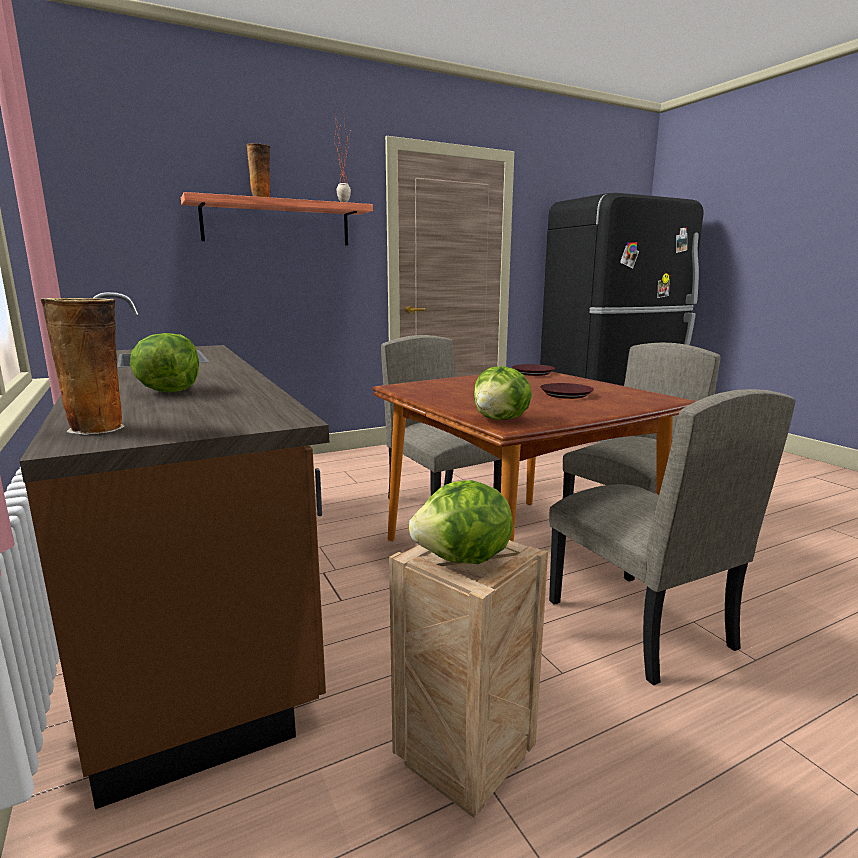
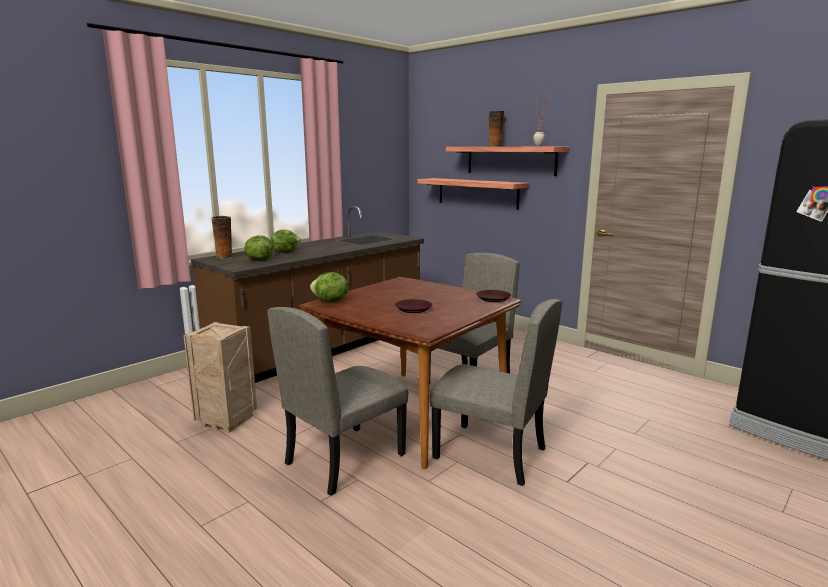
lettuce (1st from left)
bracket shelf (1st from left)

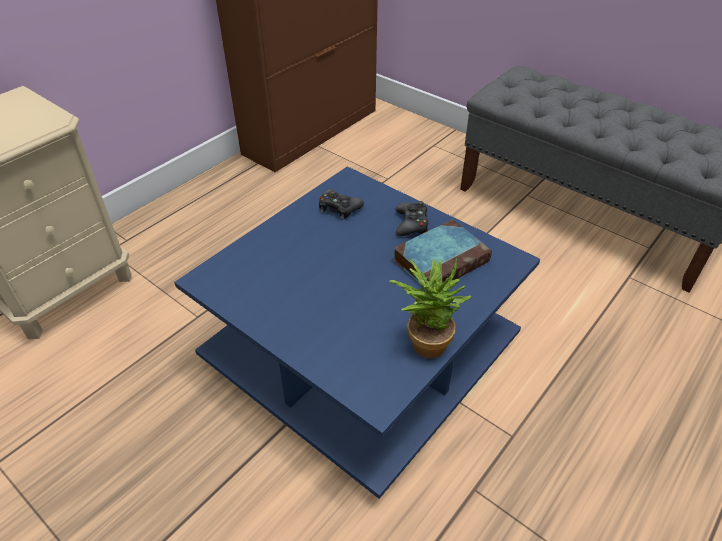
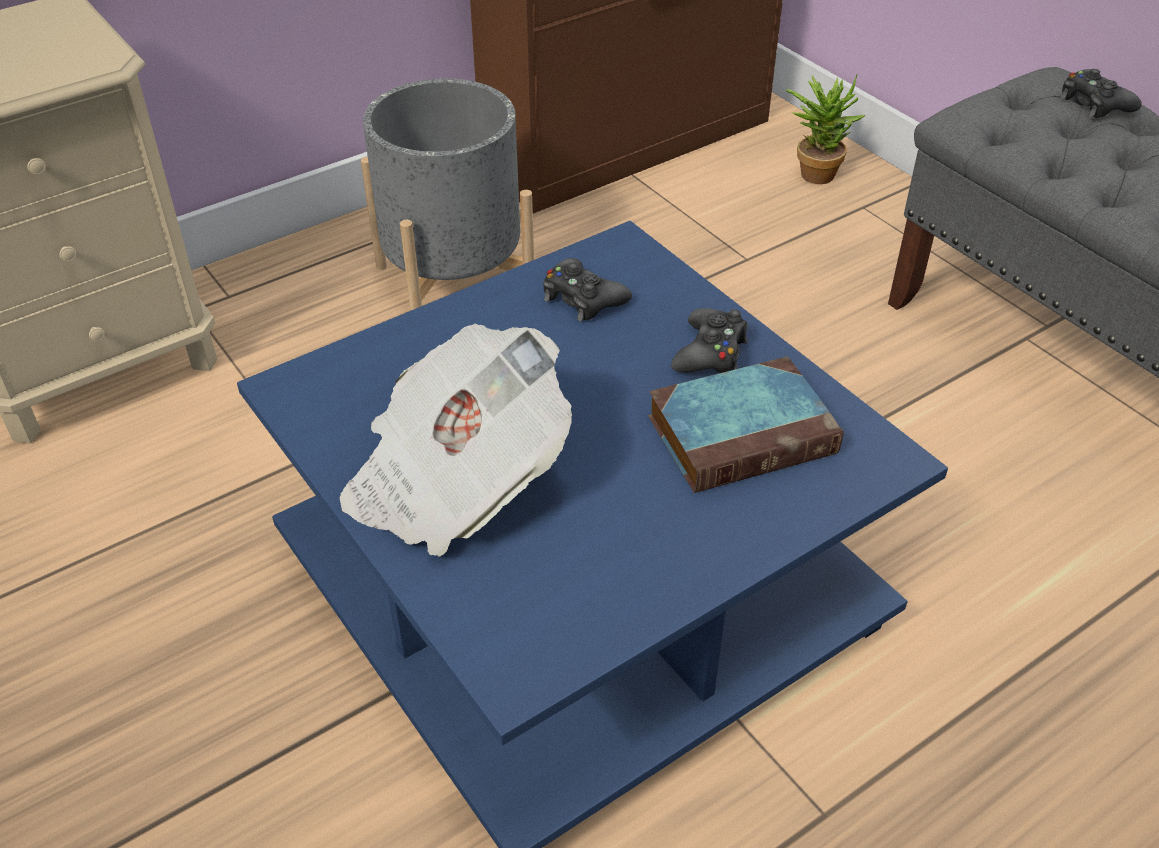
plant in a pot
newspaper
greyish planter
black gamepad (3rd from left)

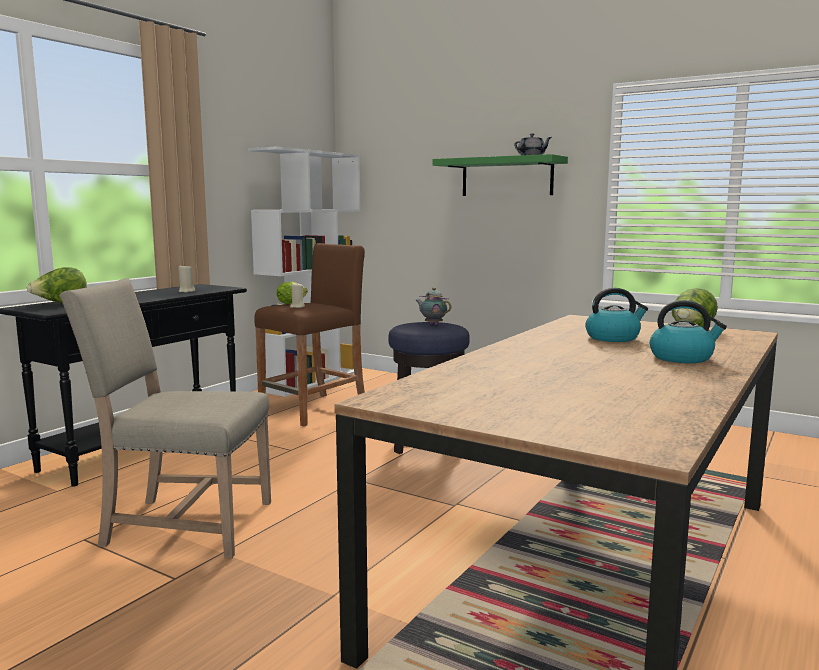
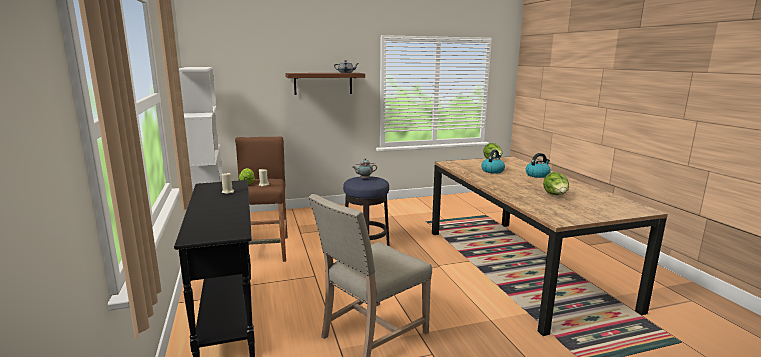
lettuce (3rd from left)
brownish bracket shelf

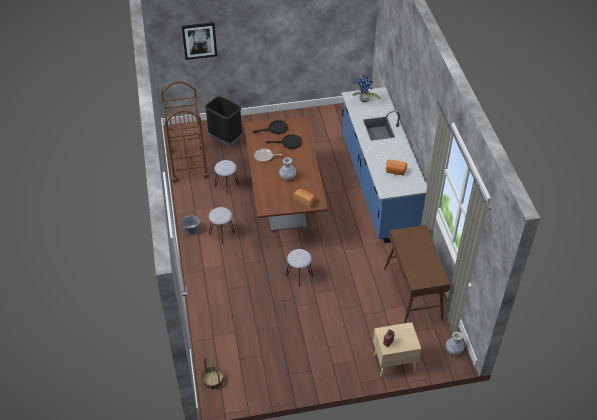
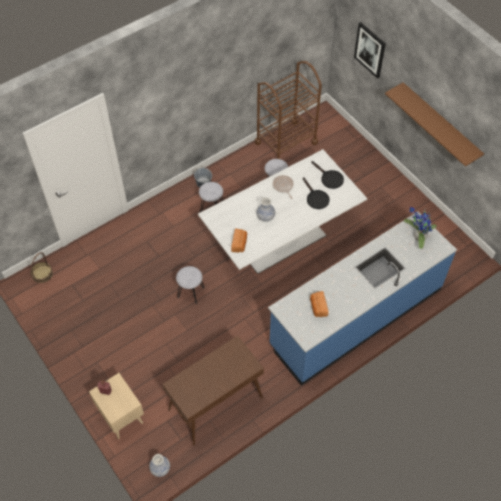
black waste bin
white-coloured kitchen table
brownish bracket shelf

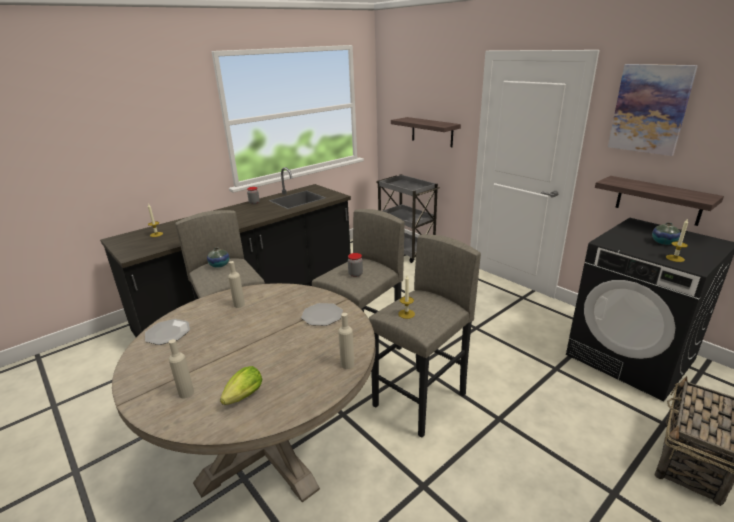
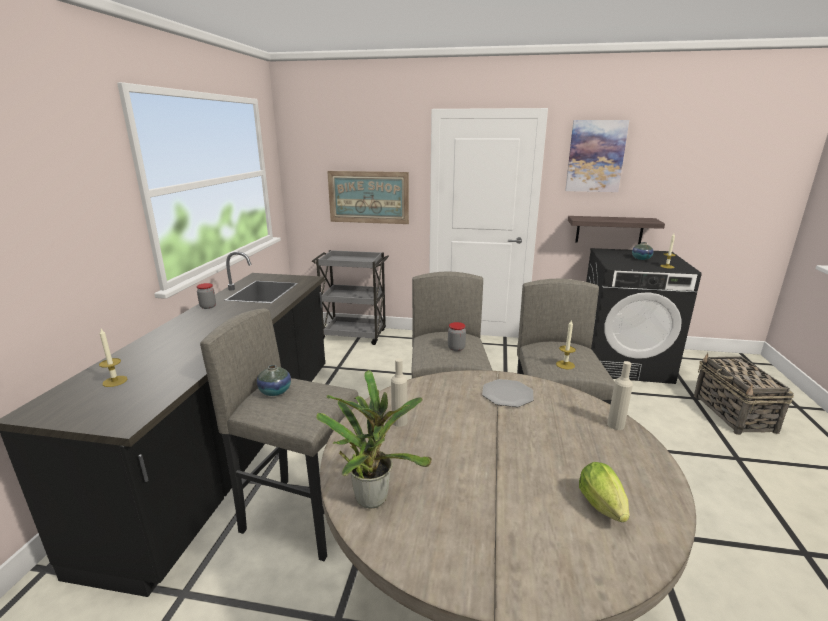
plant in a pot
beige bottle (1st from left in the first image)
picture (1st from left)

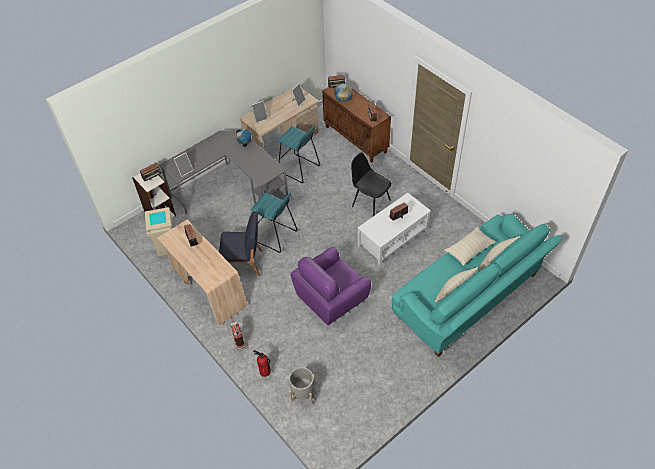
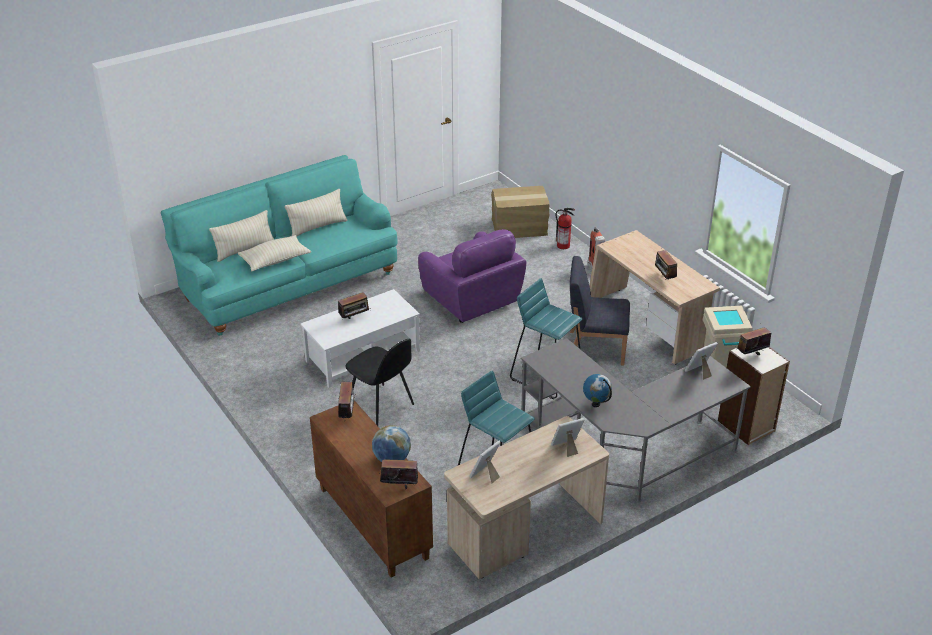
carton
purple easy chair

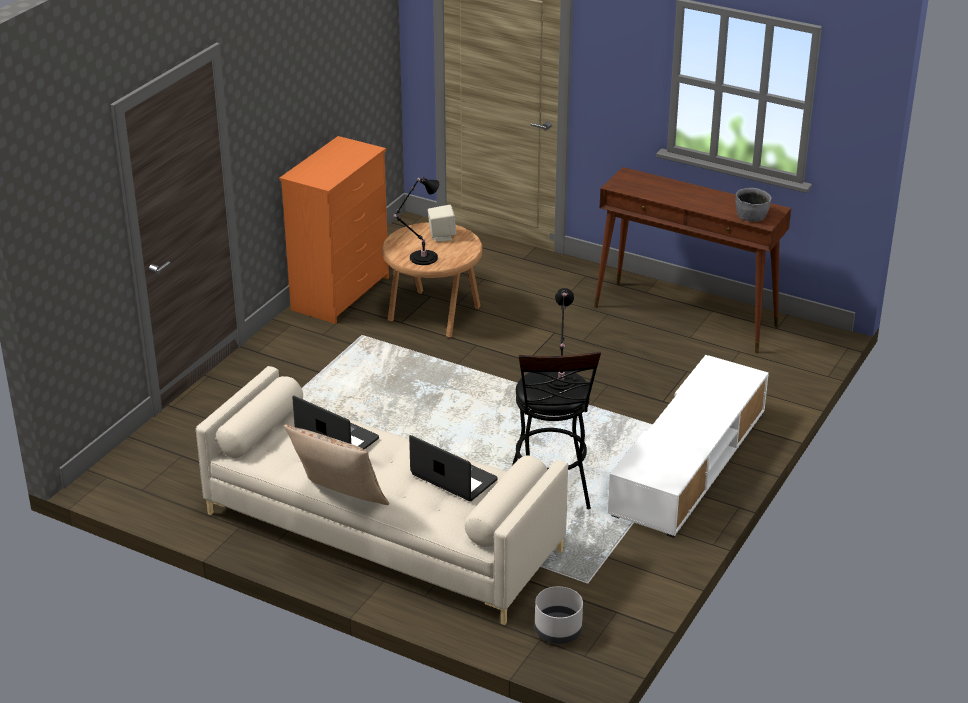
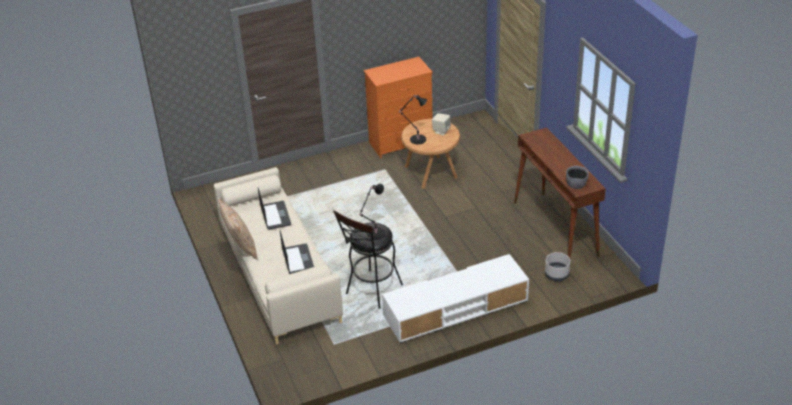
greyish planter

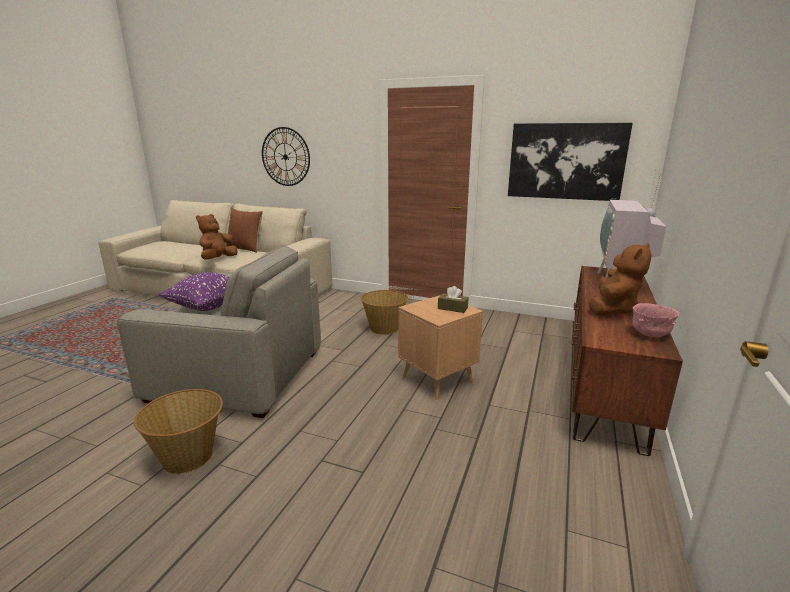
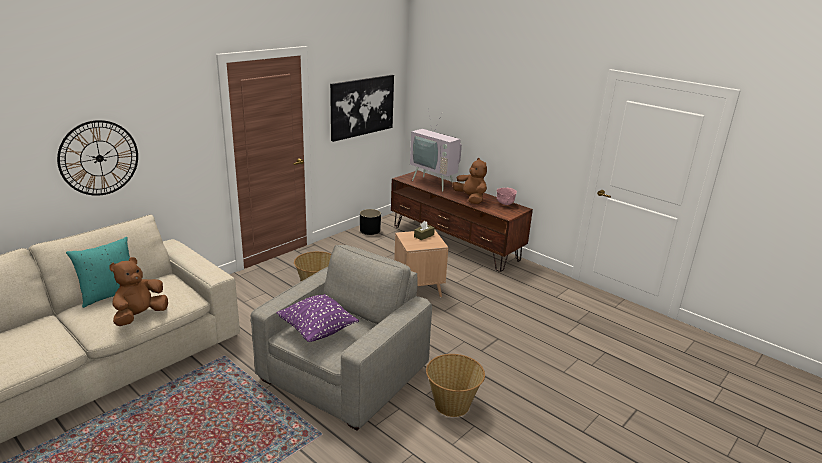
brownish plush toy (1st from left)
turquoise-coloured pillow
black planter

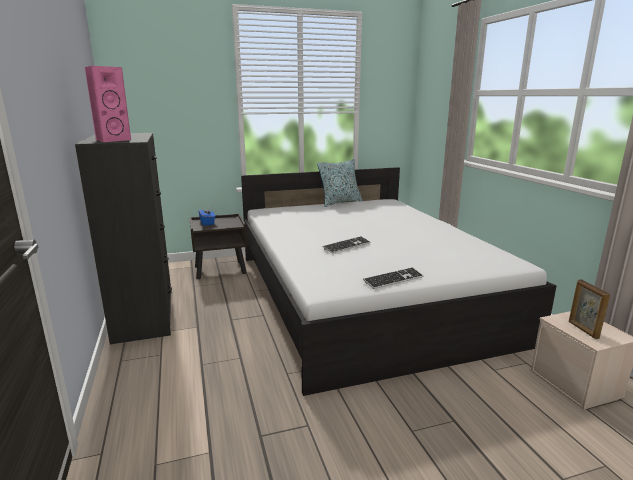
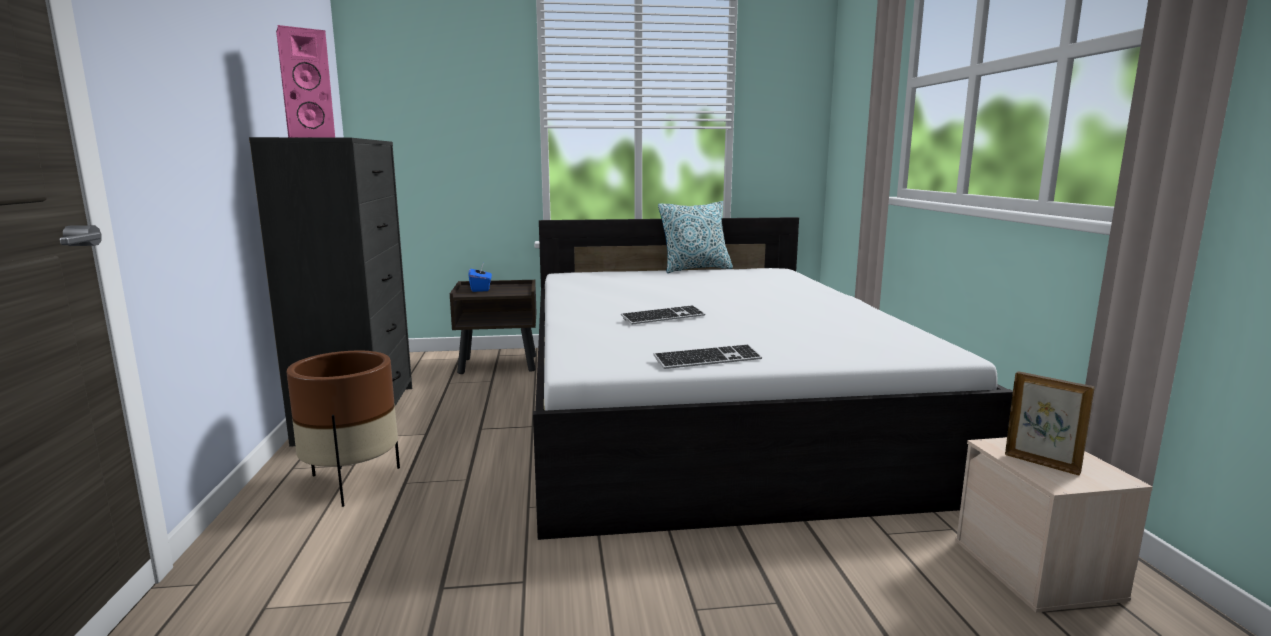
standing frame
brownish planter

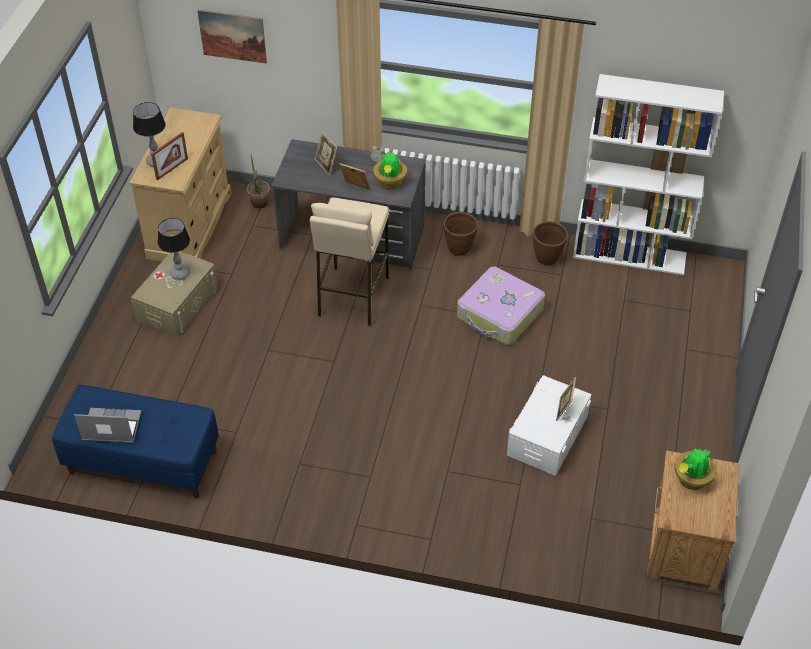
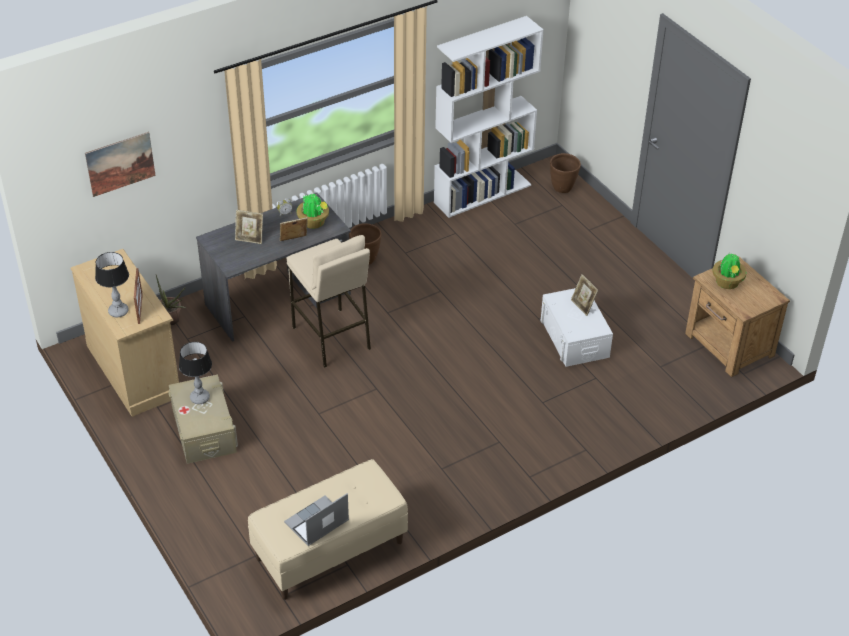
beige indoor bench
suitcase
brownish planter (2nd from left)

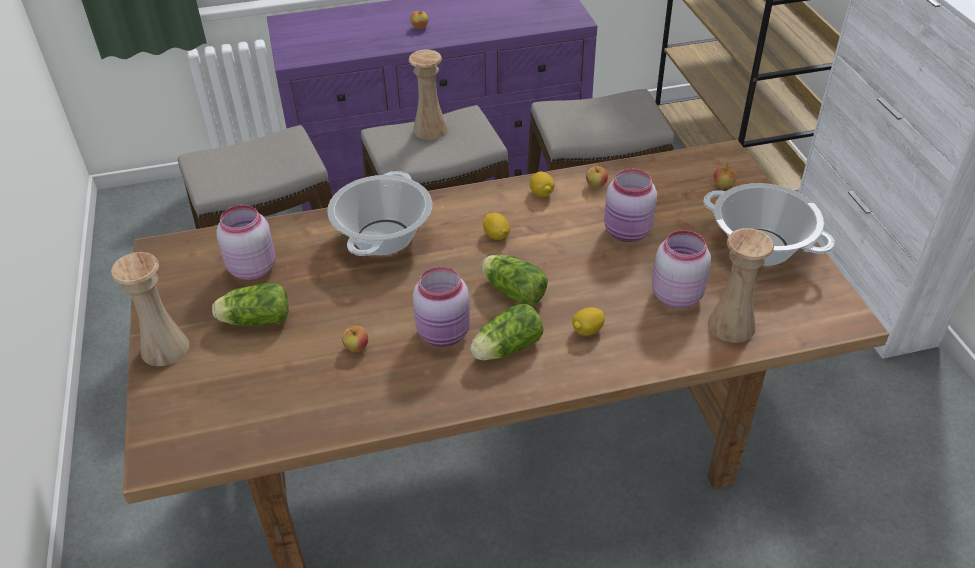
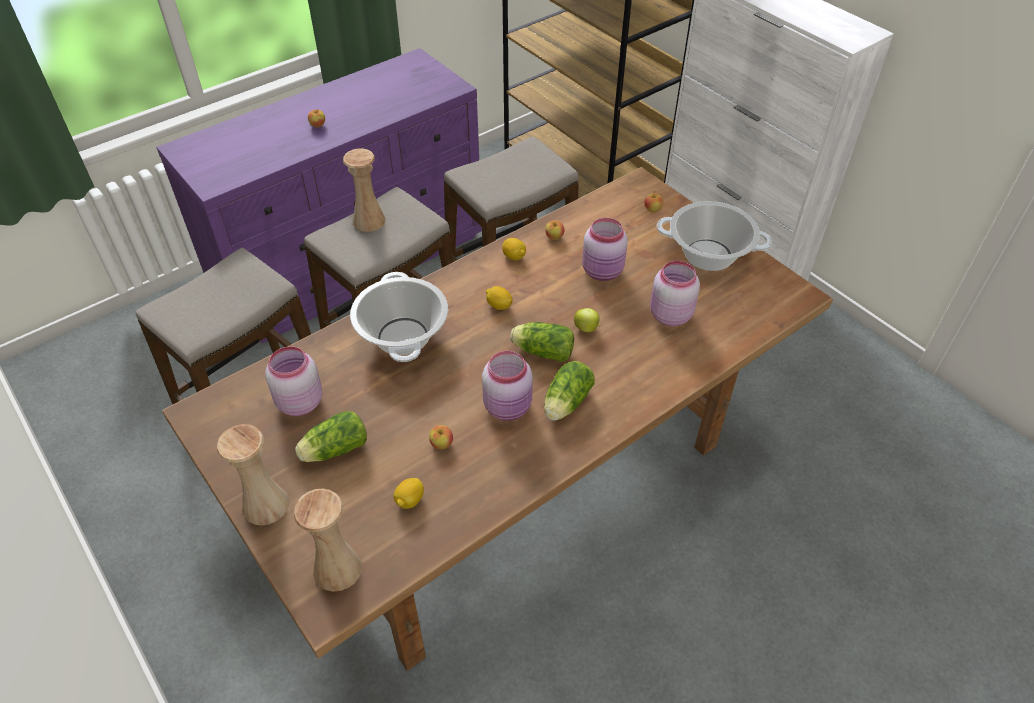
whole lemon (1st from left)
beige decorative vase (2nd from left)
whole apple (4th from left)

